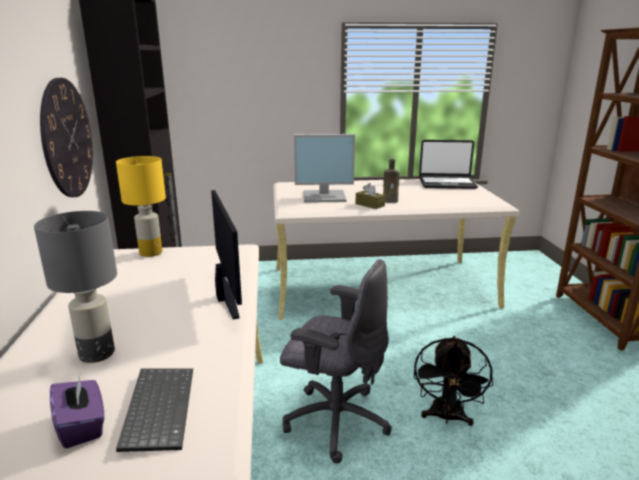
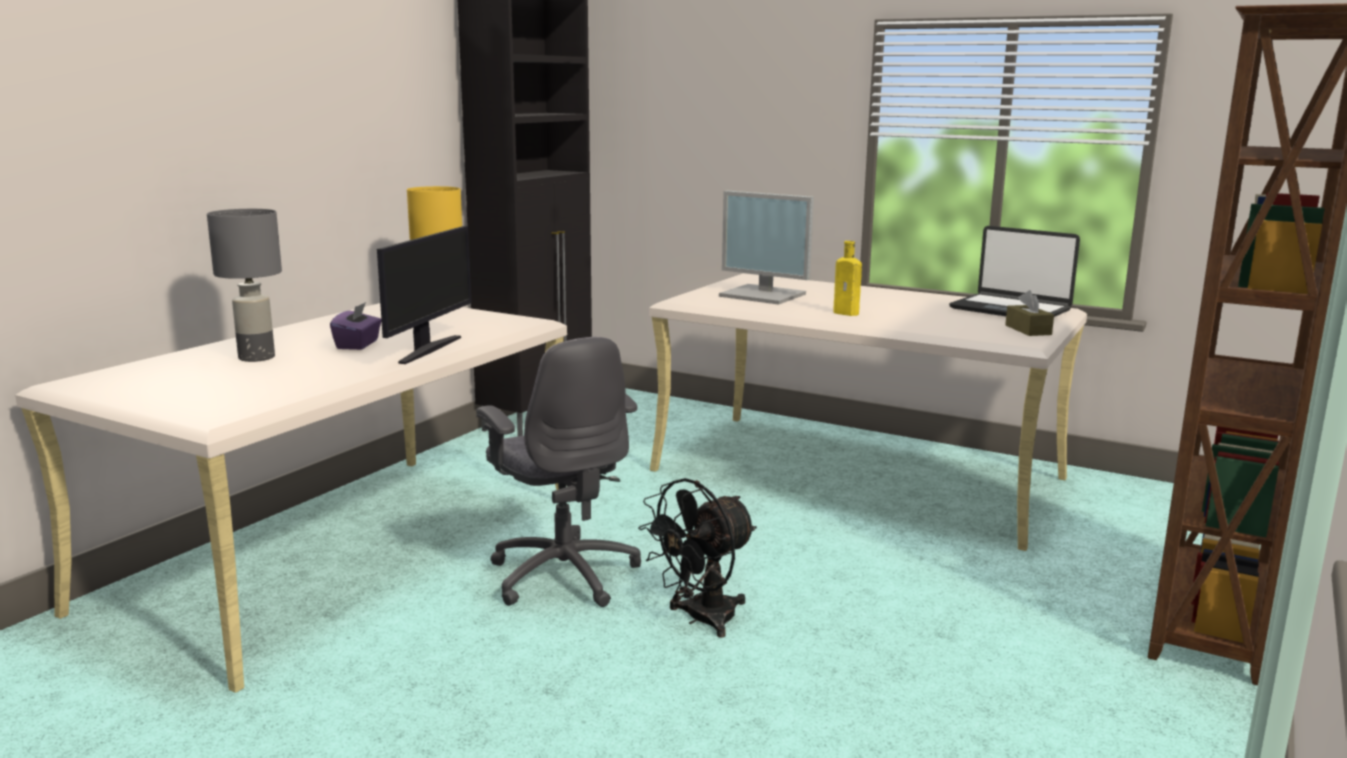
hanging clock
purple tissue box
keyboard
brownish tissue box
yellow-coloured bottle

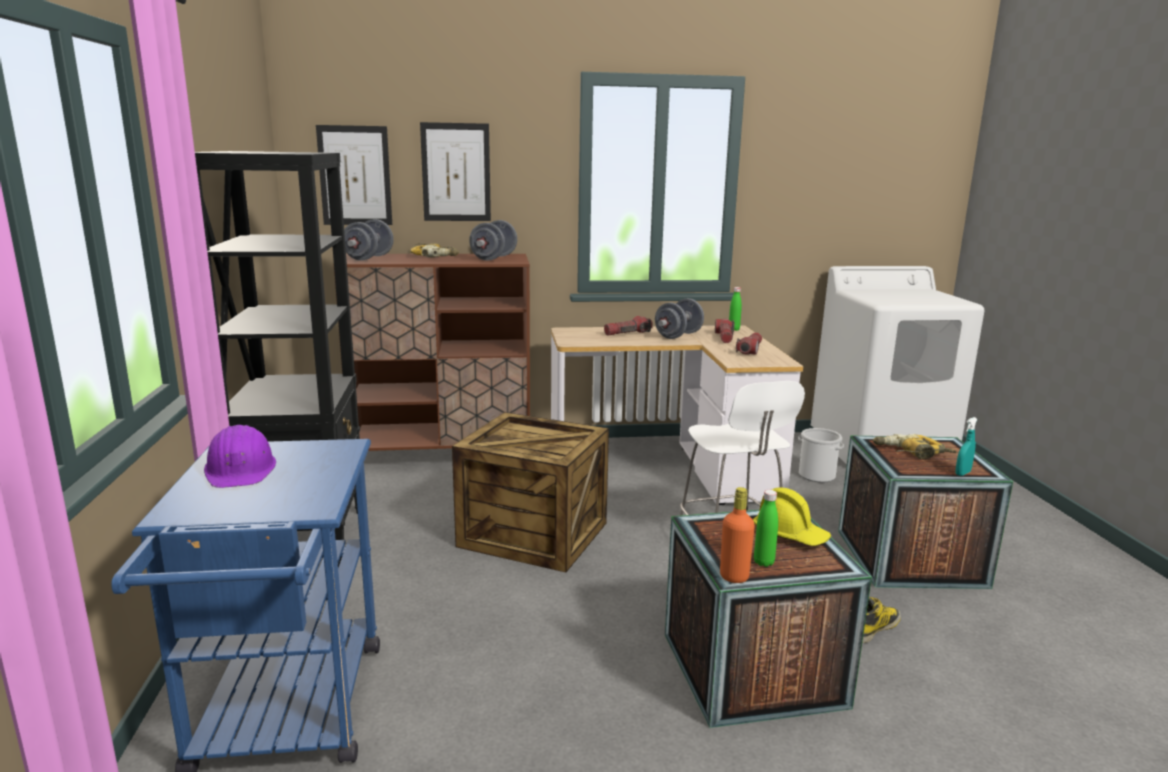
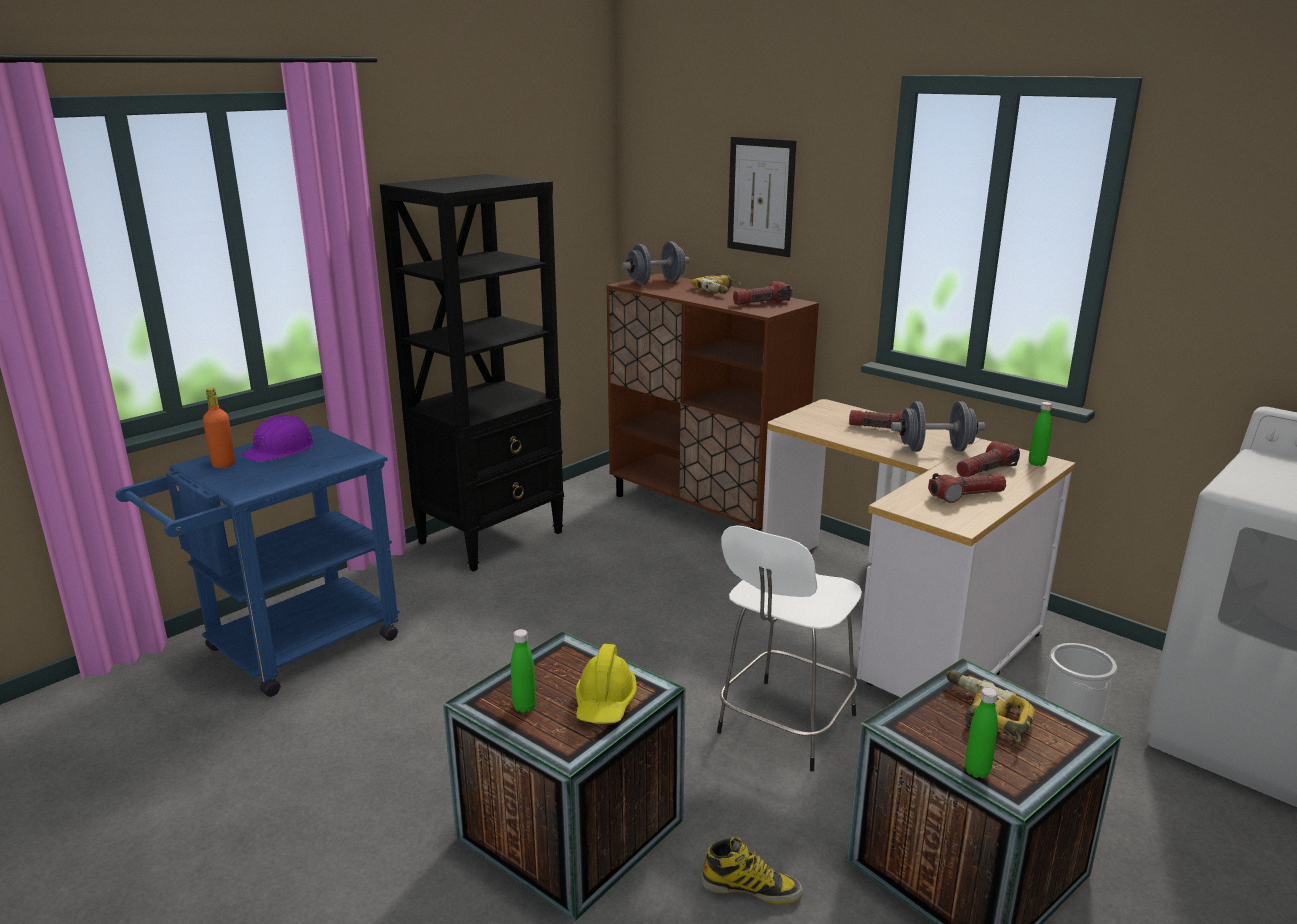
picture (1st from left in the first image)
crate (1st from left in the first image)
hand torch (1st from left)
orange-coloured bottle
greenish bottle (2nd from left)

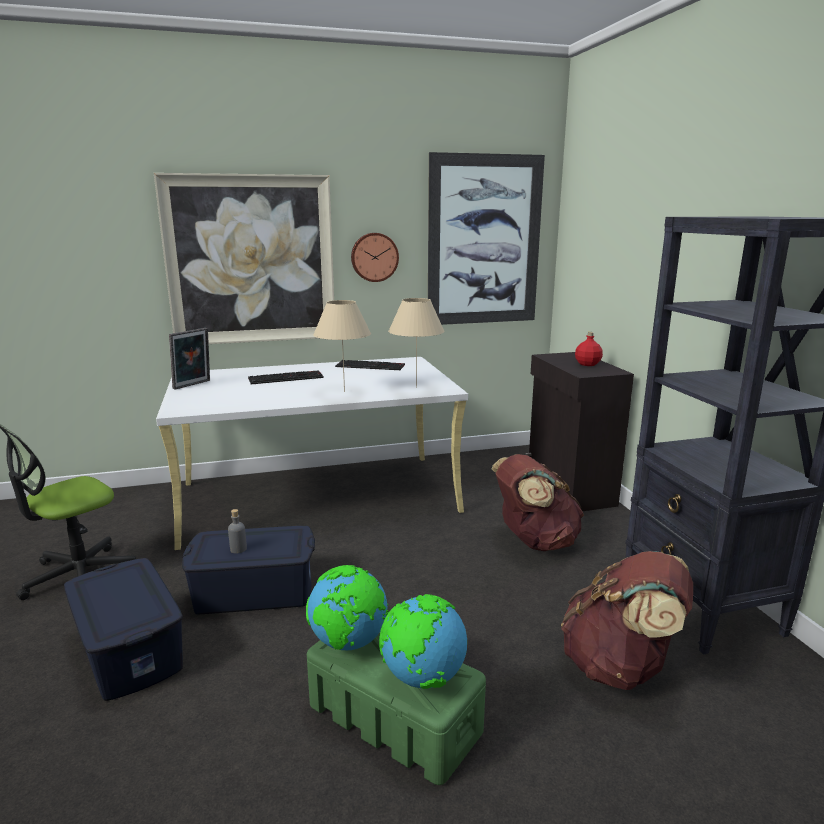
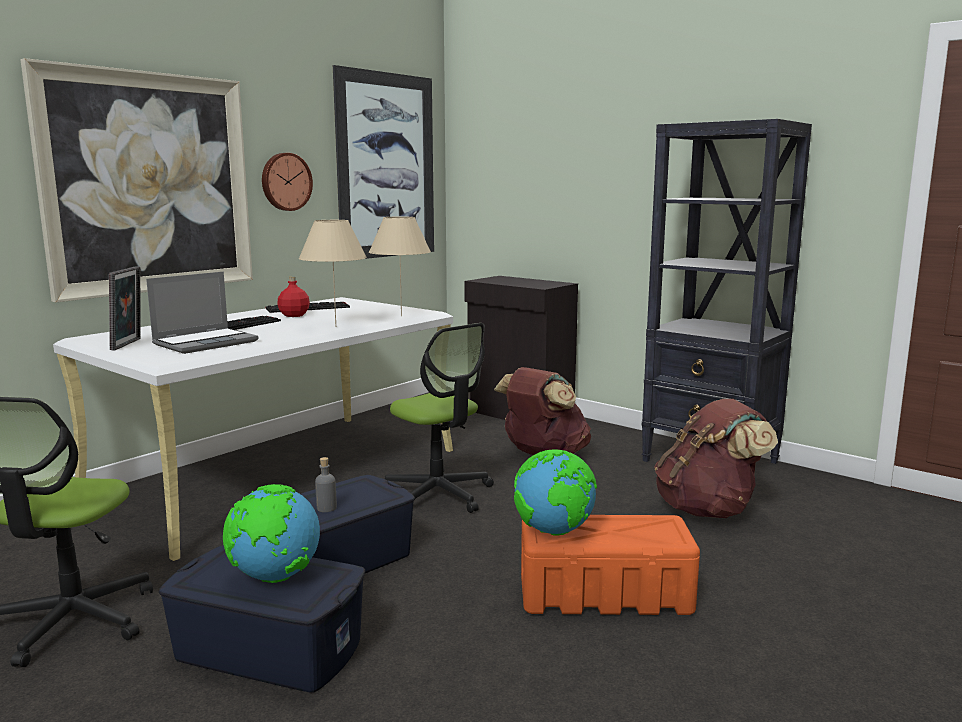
orange-coloured storage box
world globe (1st from left)
red bottle
portable computer
office chair (2nd from left)

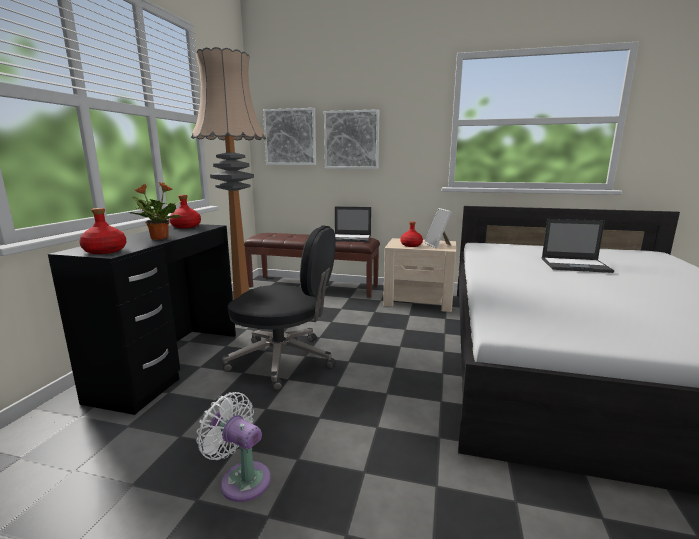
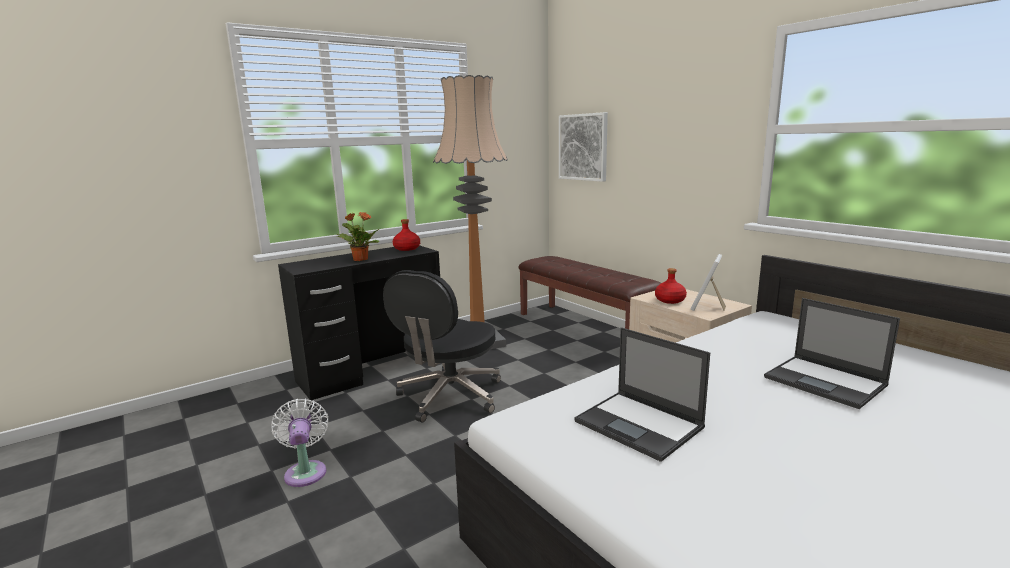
red bottle (1st from left in the first image)
black office chair
picture (2nd from left in the first image)
portable computer (1st from left)

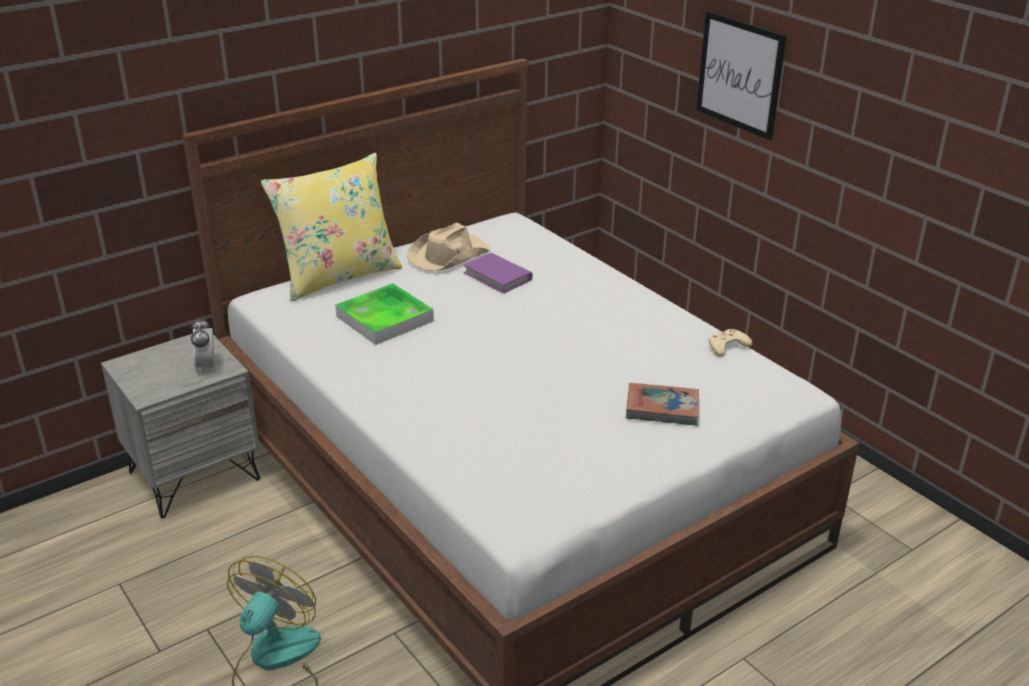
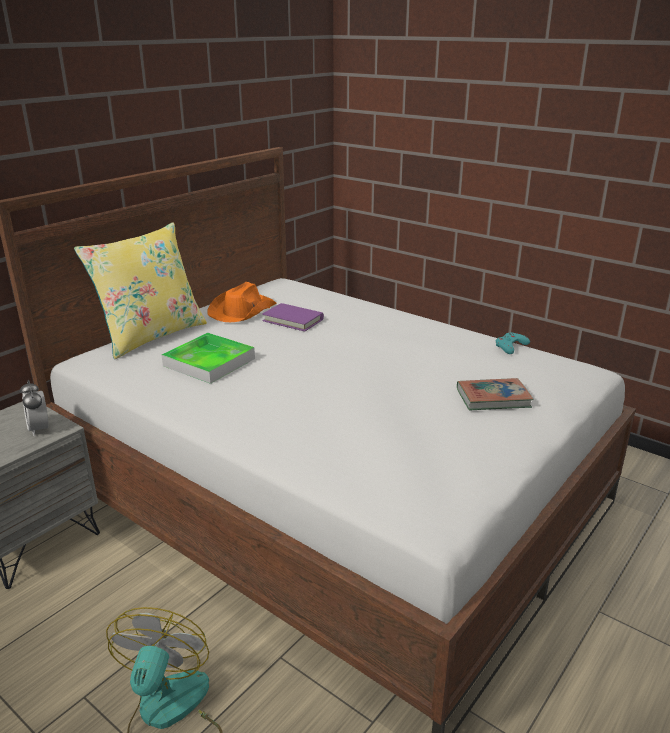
orange-coloured wearable hat
picture
turquoise-coloured gamepad

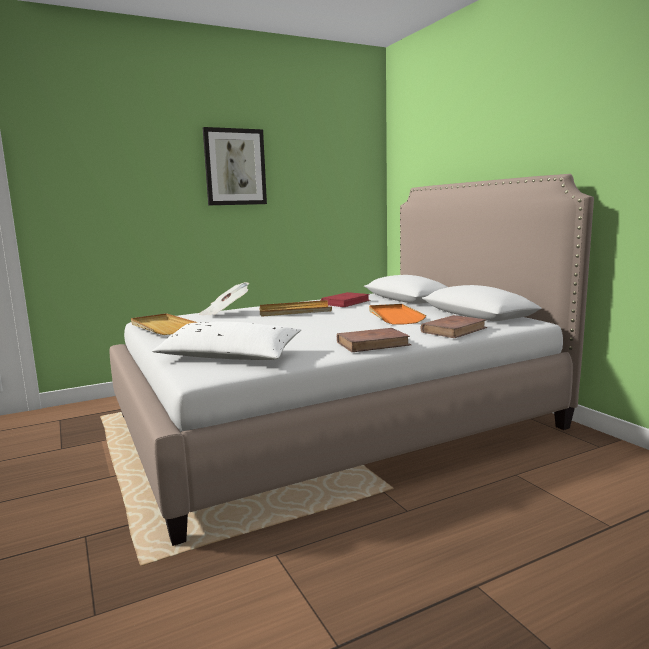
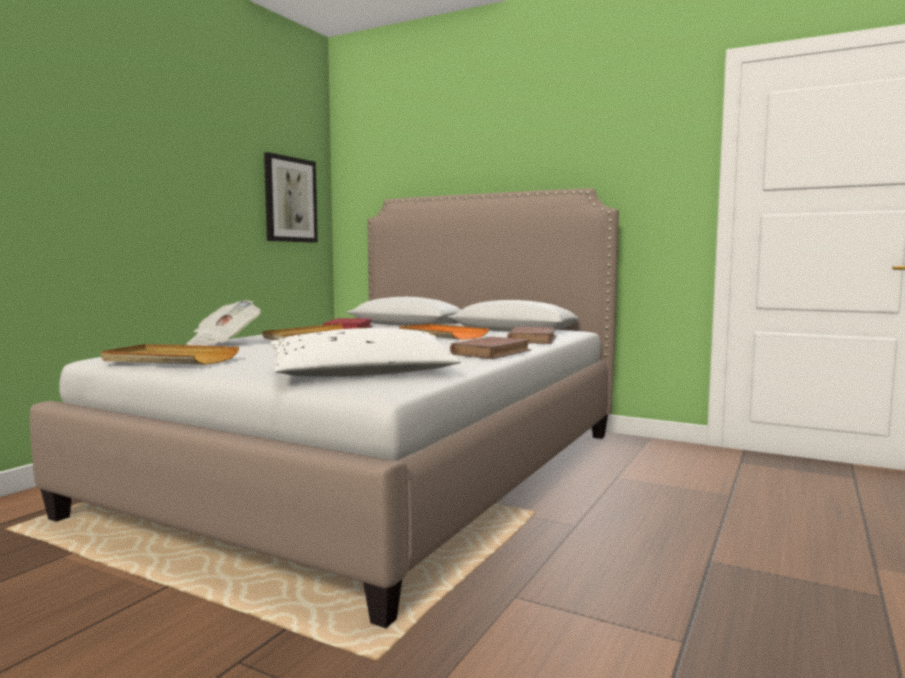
picture

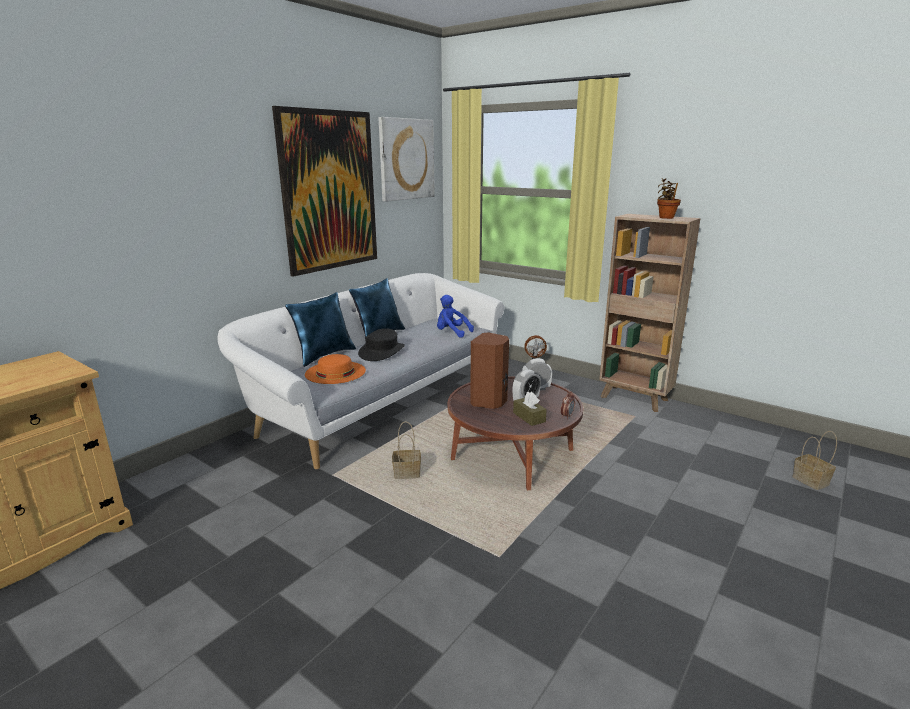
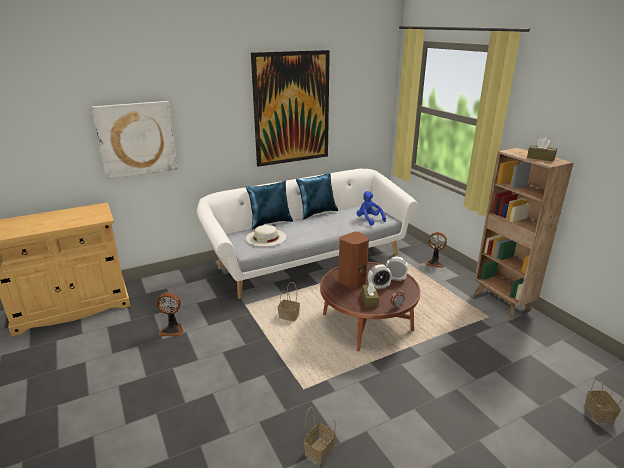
white-coloured wearable hat
black wearable hat
picture (1st from left)
brownish tissue box (2nd from left)
cooling fan (1st from left)
household basket (2nd from left)

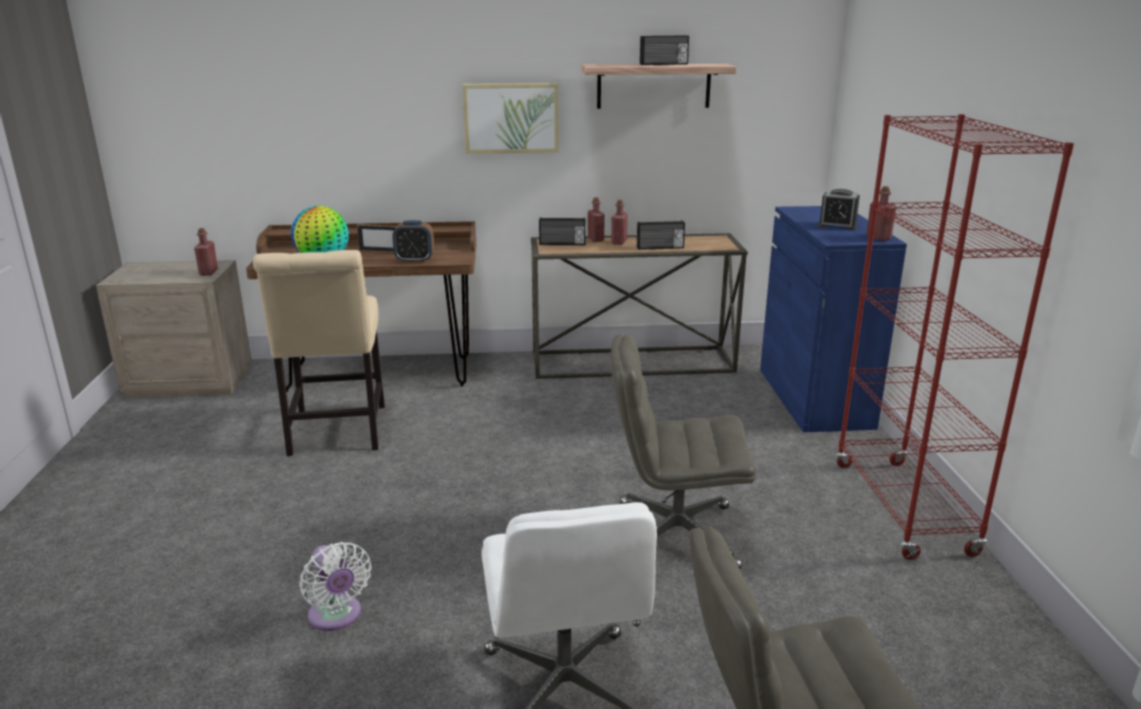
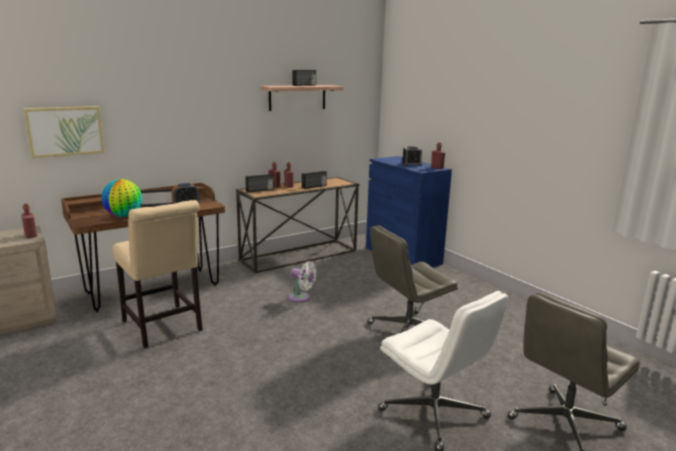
white-coloured cooling fan
picture
red bookshelf

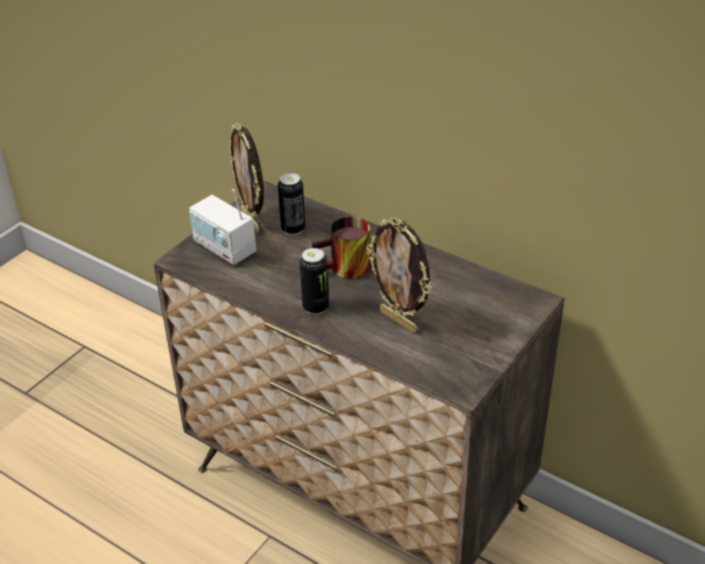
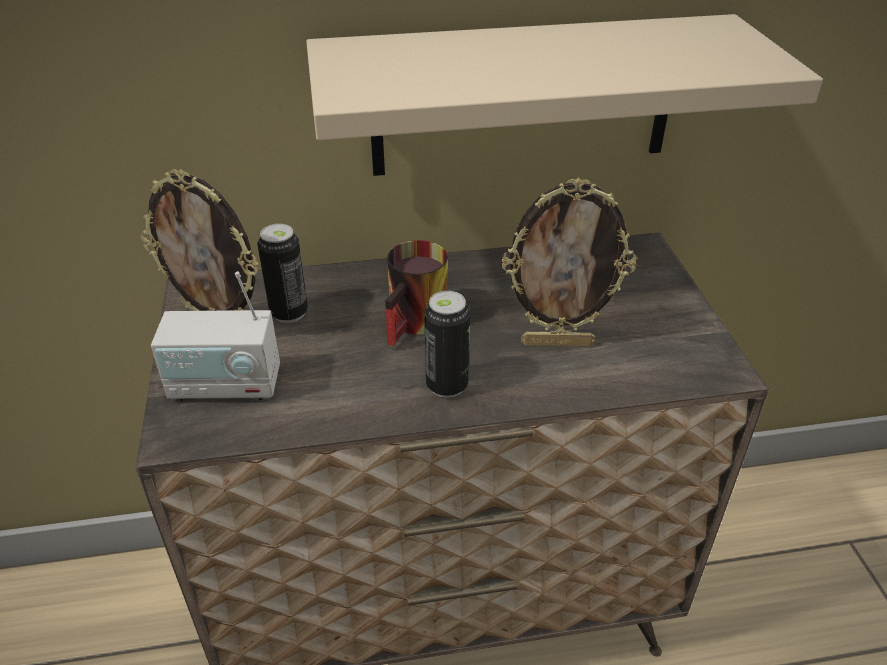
beige bracket shelf

